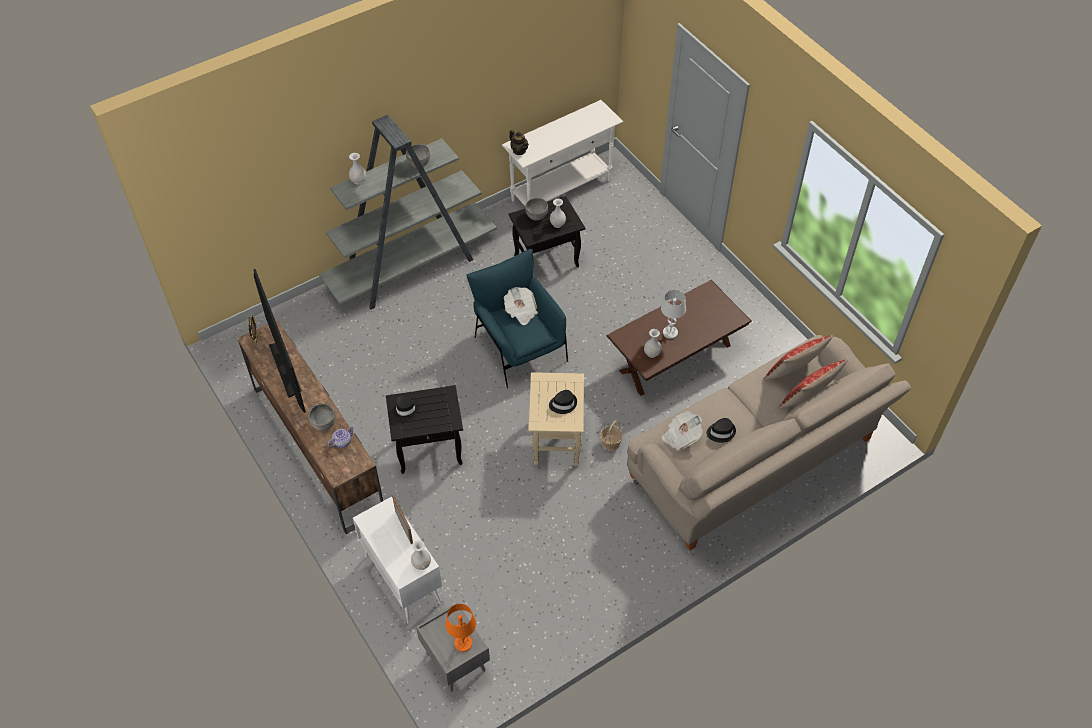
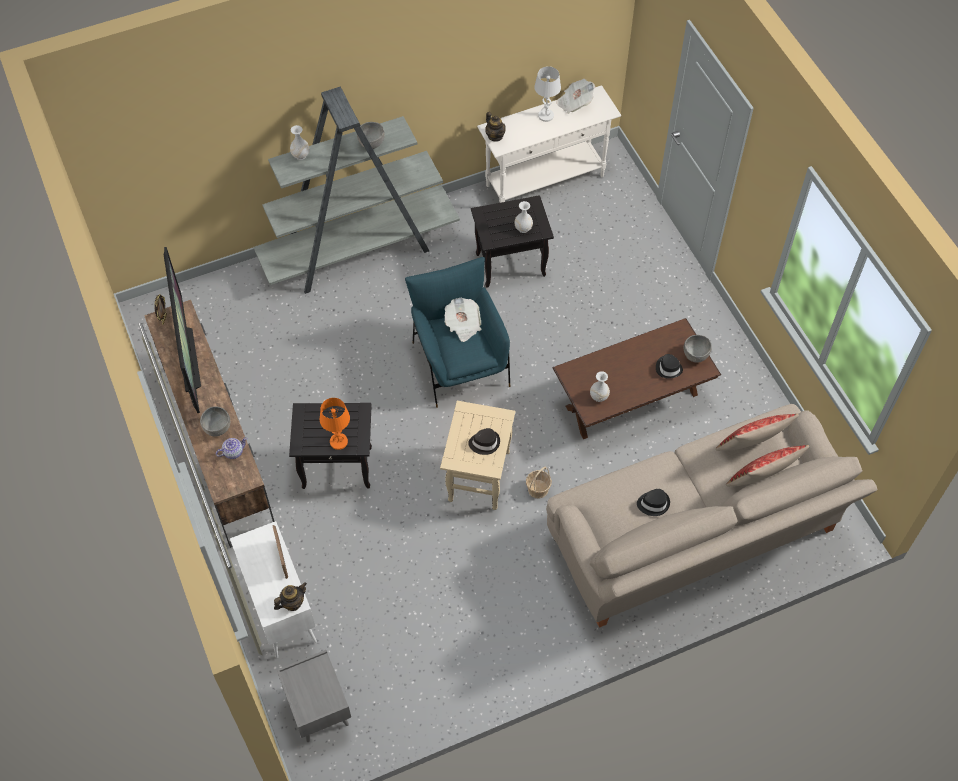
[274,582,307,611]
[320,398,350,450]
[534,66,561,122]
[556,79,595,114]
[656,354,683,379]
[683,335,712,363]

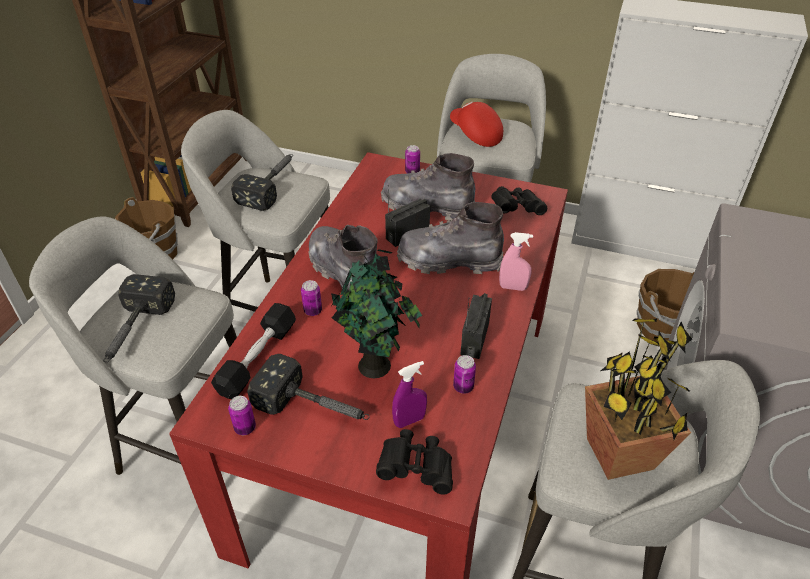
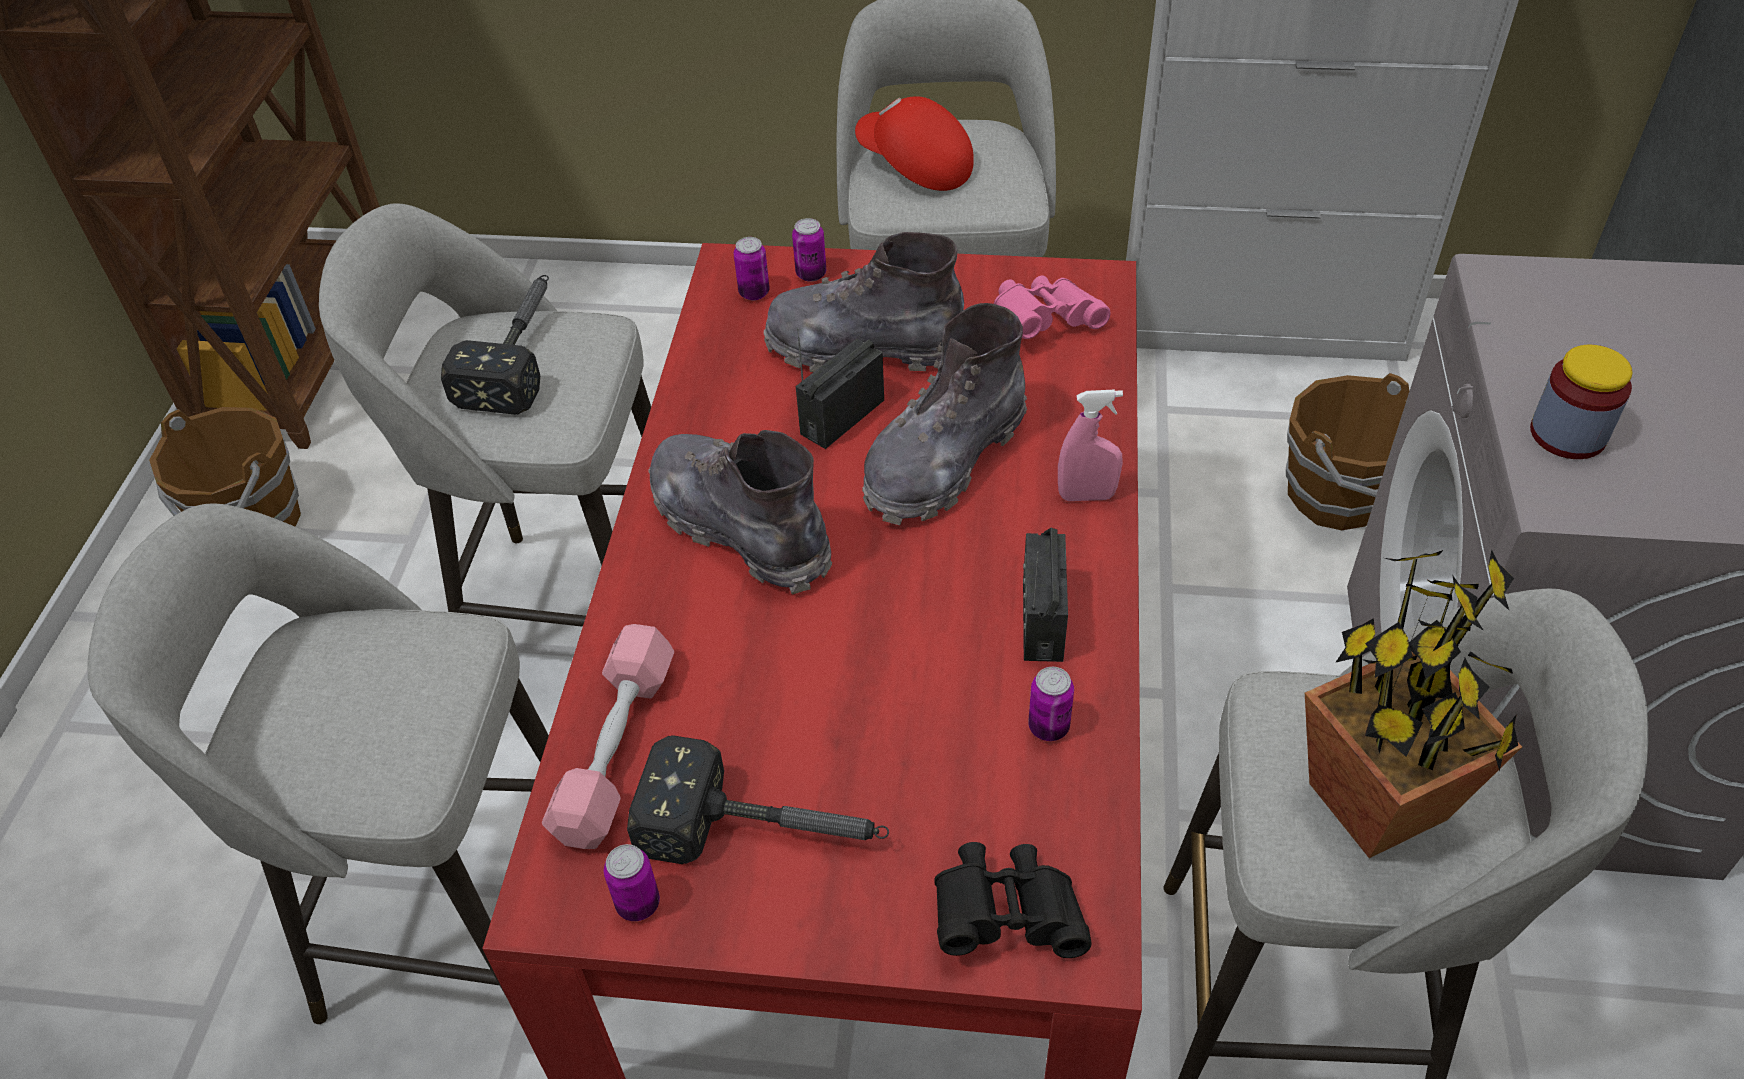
[542,624,674,849]
[734,237,770,300]
[862,303,1027,525]
[994,275,1111,339]
[1530,345,1632,459]
[103,274,175,362] (first image)
[331,249,422,378] (first image)
[392,361,427,428] (first image)

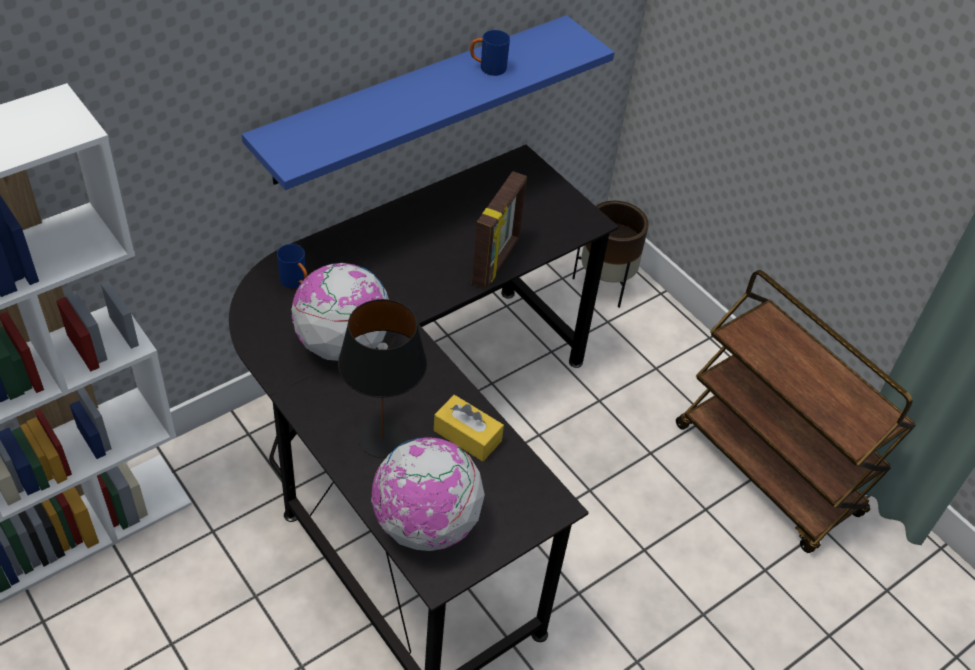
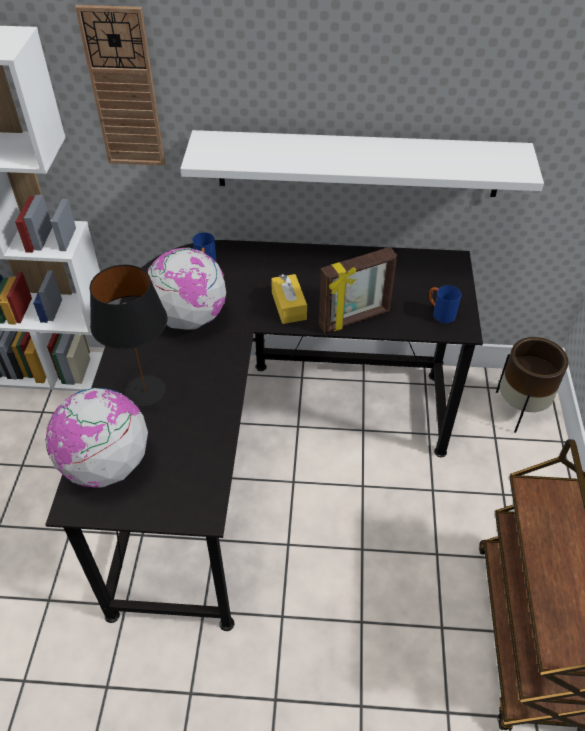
[75,5,165,166]
[180,130,544,197]
[271,274,307,324]
[429,285,462,323]

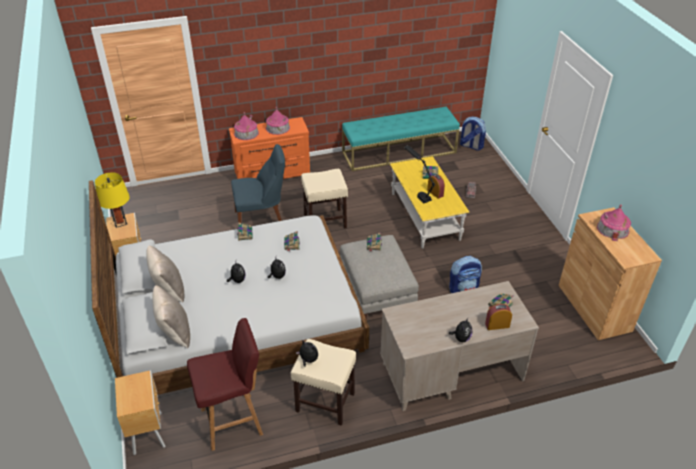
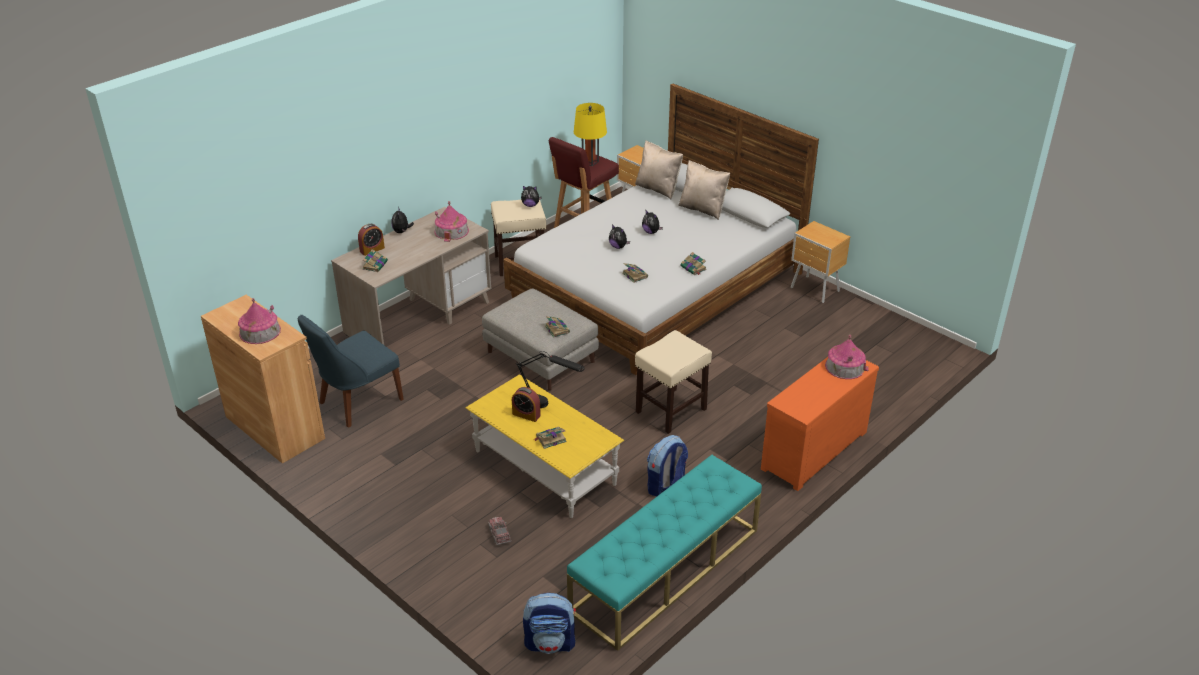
[298,315,404,428]
[434,201,469,242]
[574,103,607,166]
[647,435,688,497]

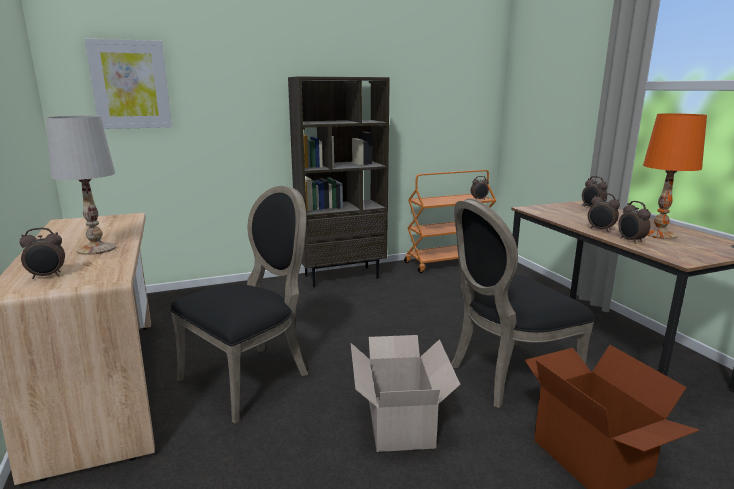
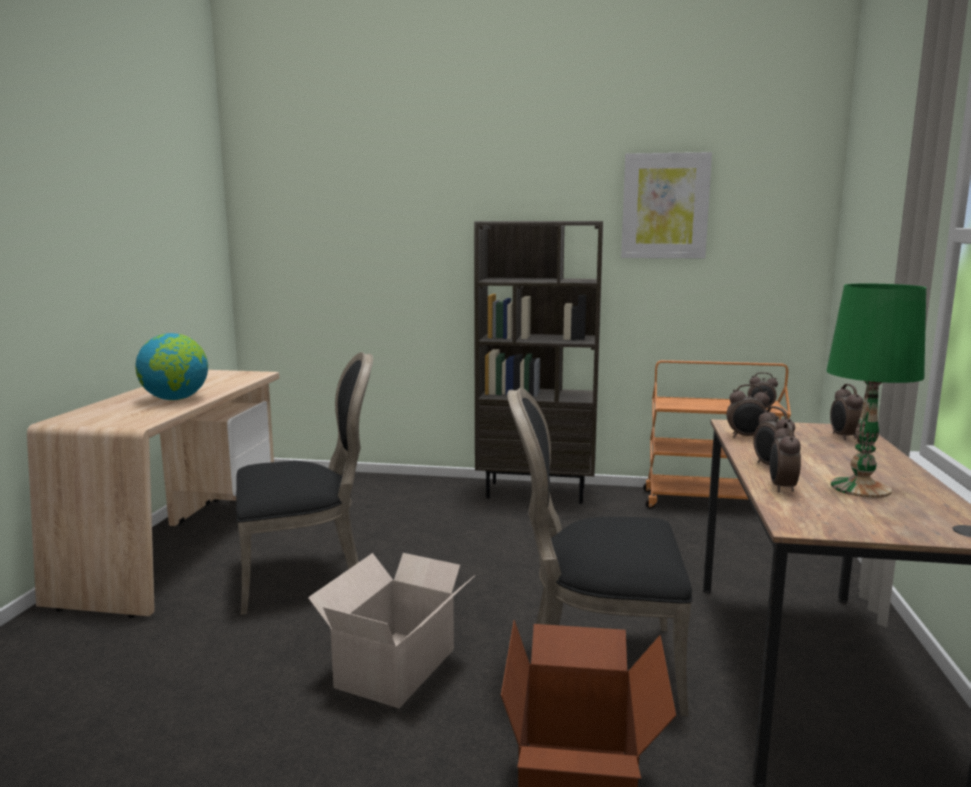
[135,333,208,400]
[621,152,712,258]
[727,384,770,437]
[826,284,926,498]

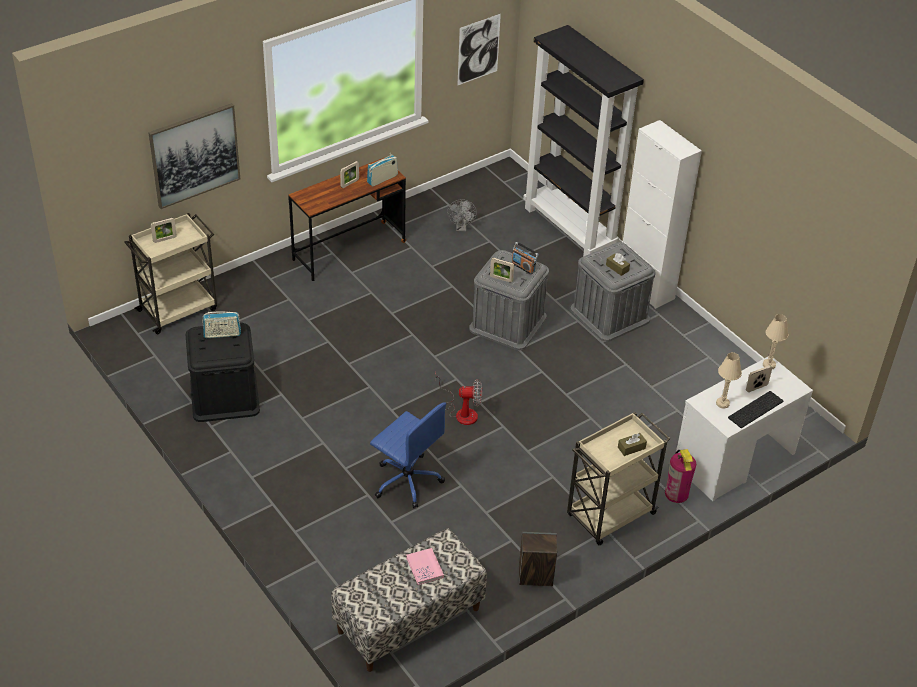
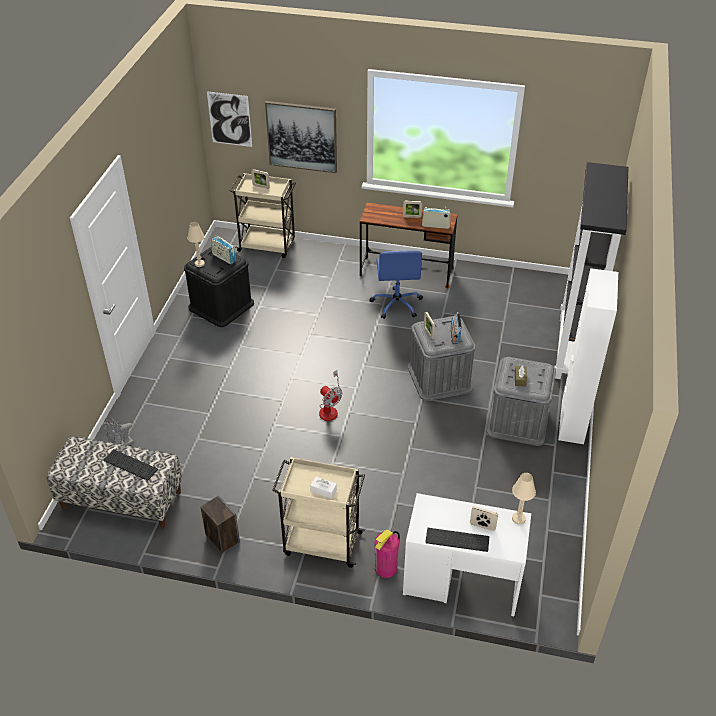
[103,449,158,481]
[104,418,134,446]
[187,222,205,267]
[207,91,252,147]
[310,477,337,499]
[369,250,423,319]

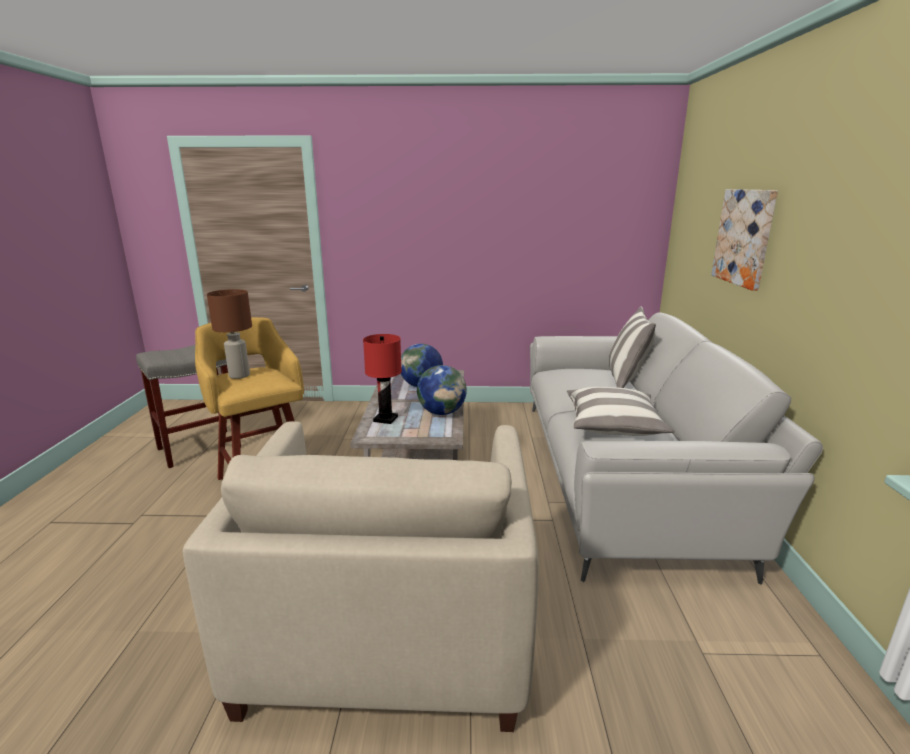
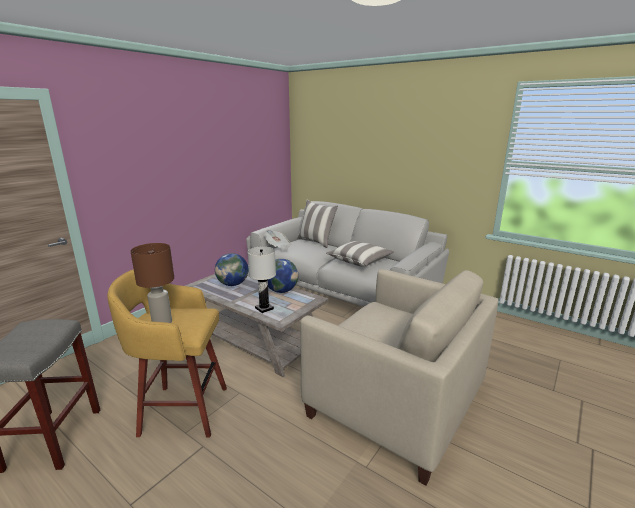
[248,246,276,313]
[264,230,291,251]
[711,189,778,291] (first image)

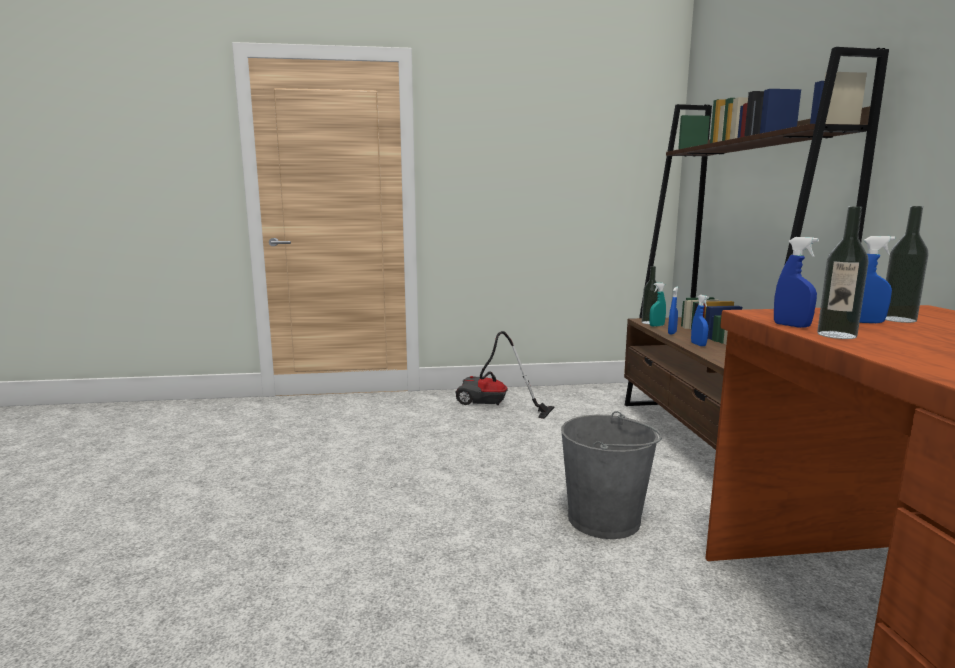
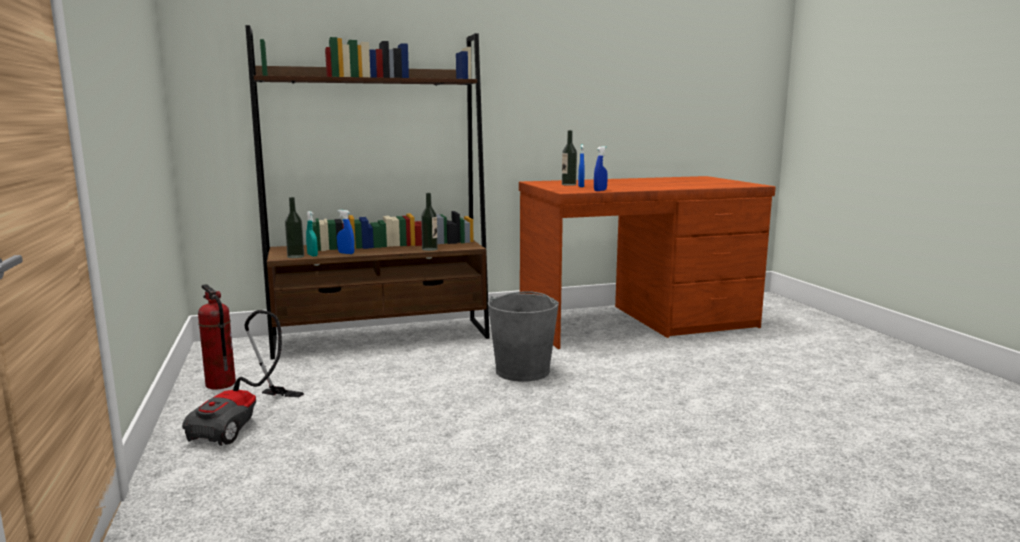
[198,284,236,389]
[421,193,438,251]
[691,295,709,346] (first image)

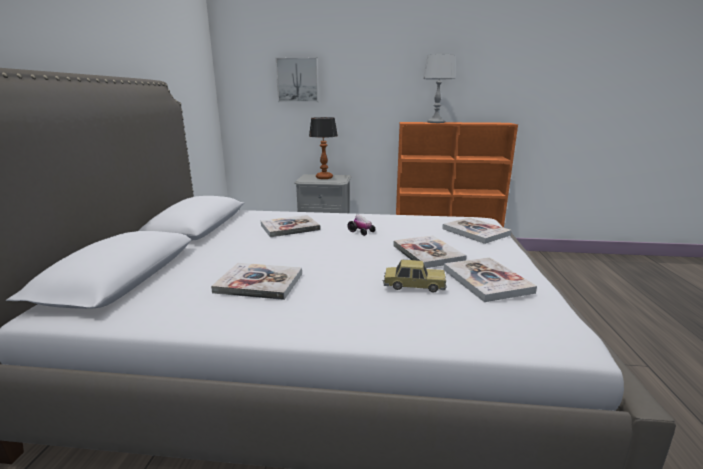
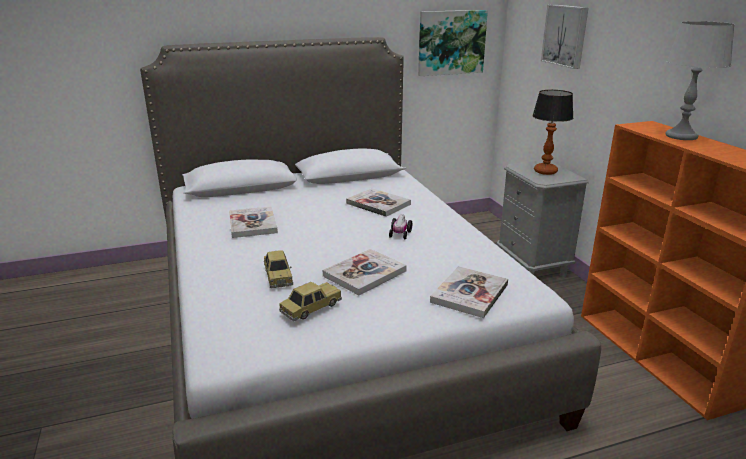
[279,282,342,321]
[418,10,488,76]

